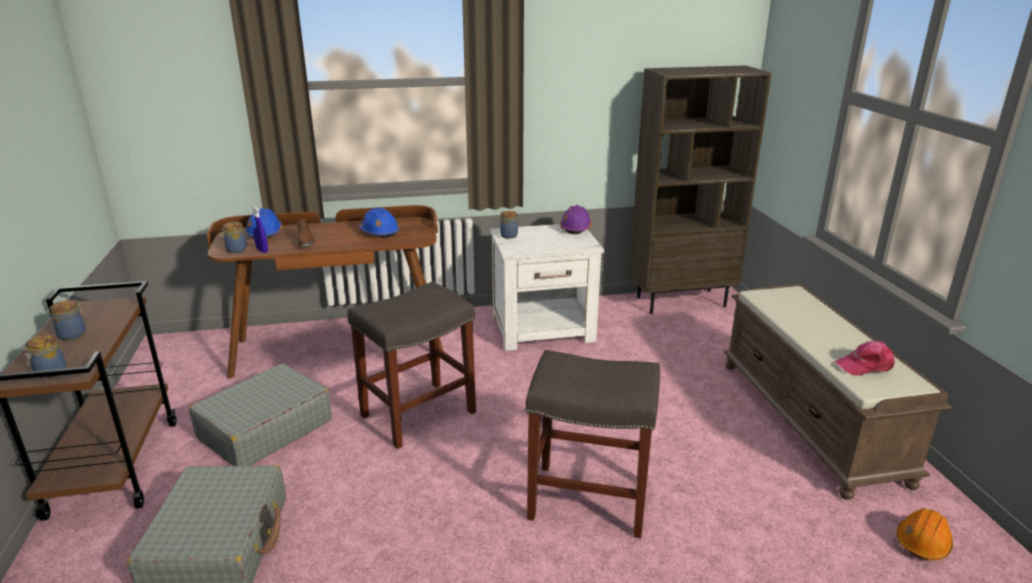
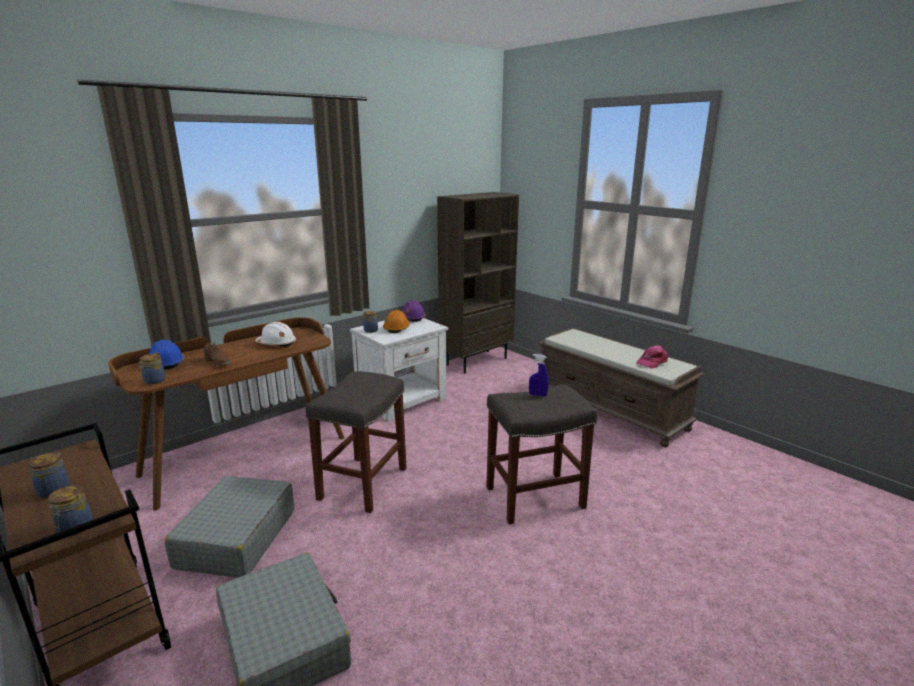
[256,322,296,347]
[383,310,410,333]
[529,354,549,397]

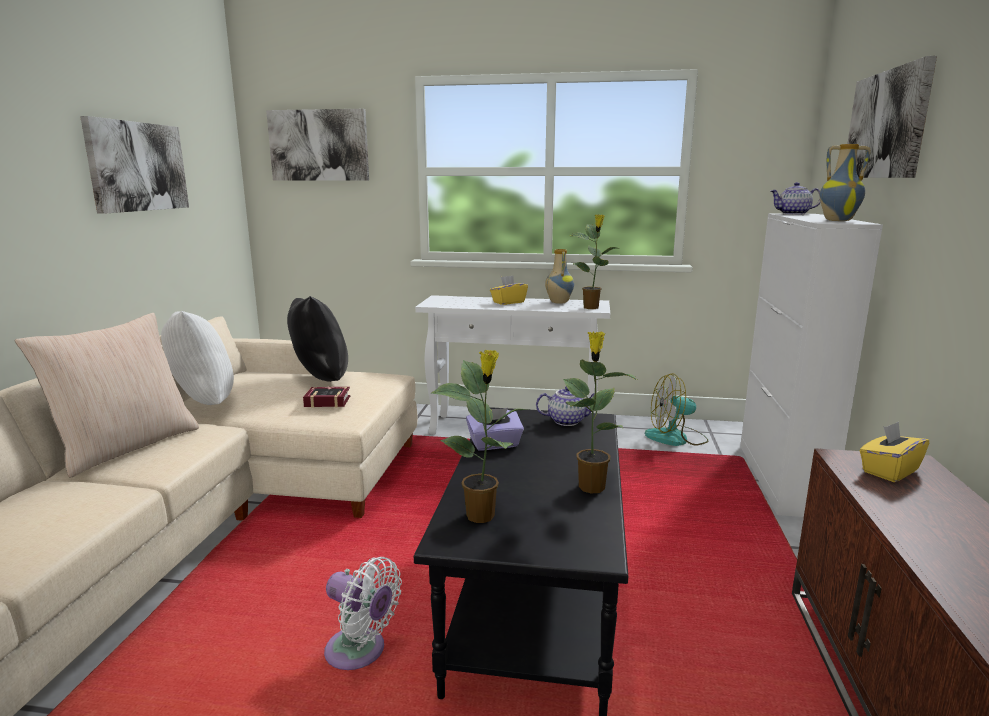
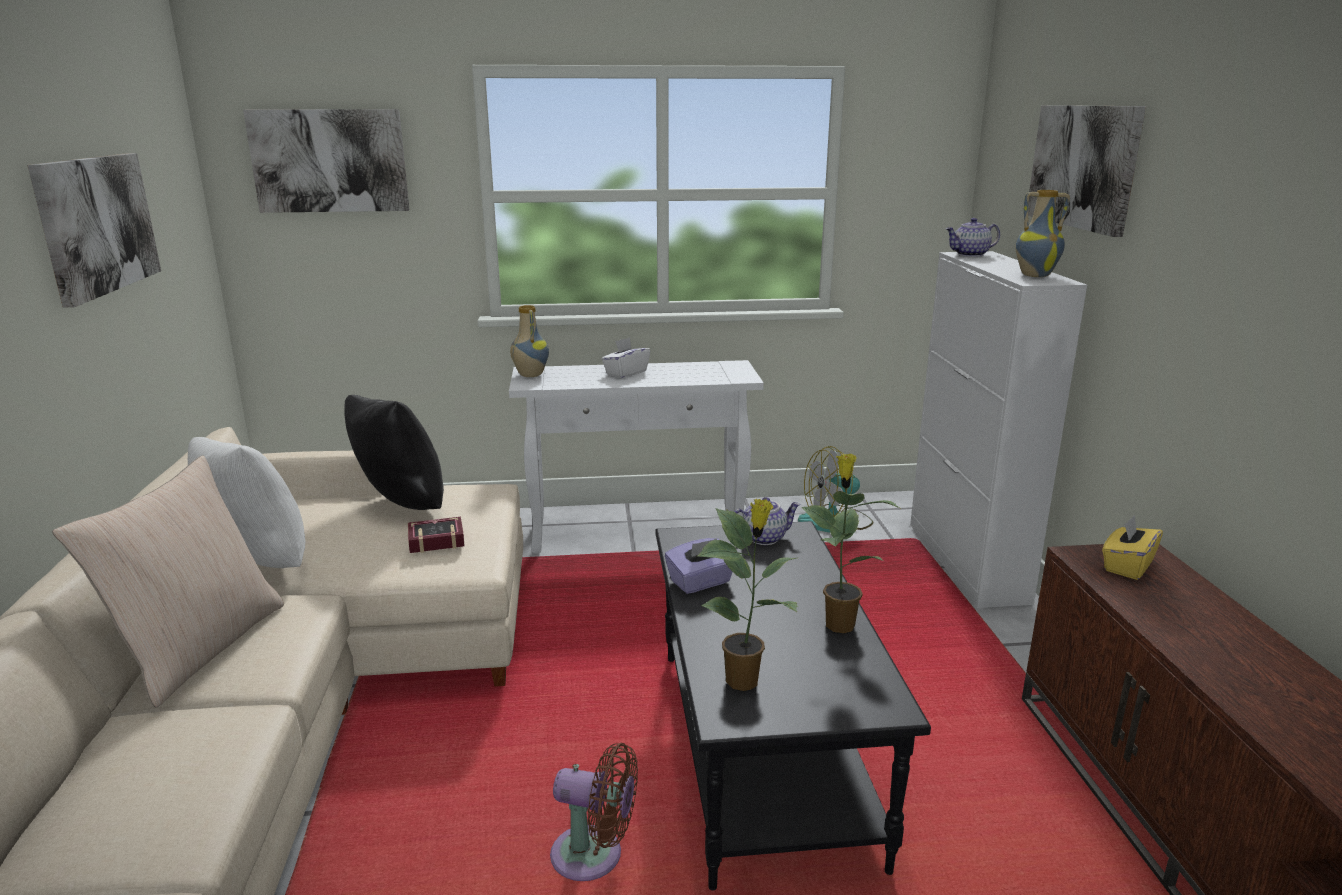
[510,305,549,377]
[550,743,638,881]
[602,337,650,378]
[570,215,617,309] (first image)

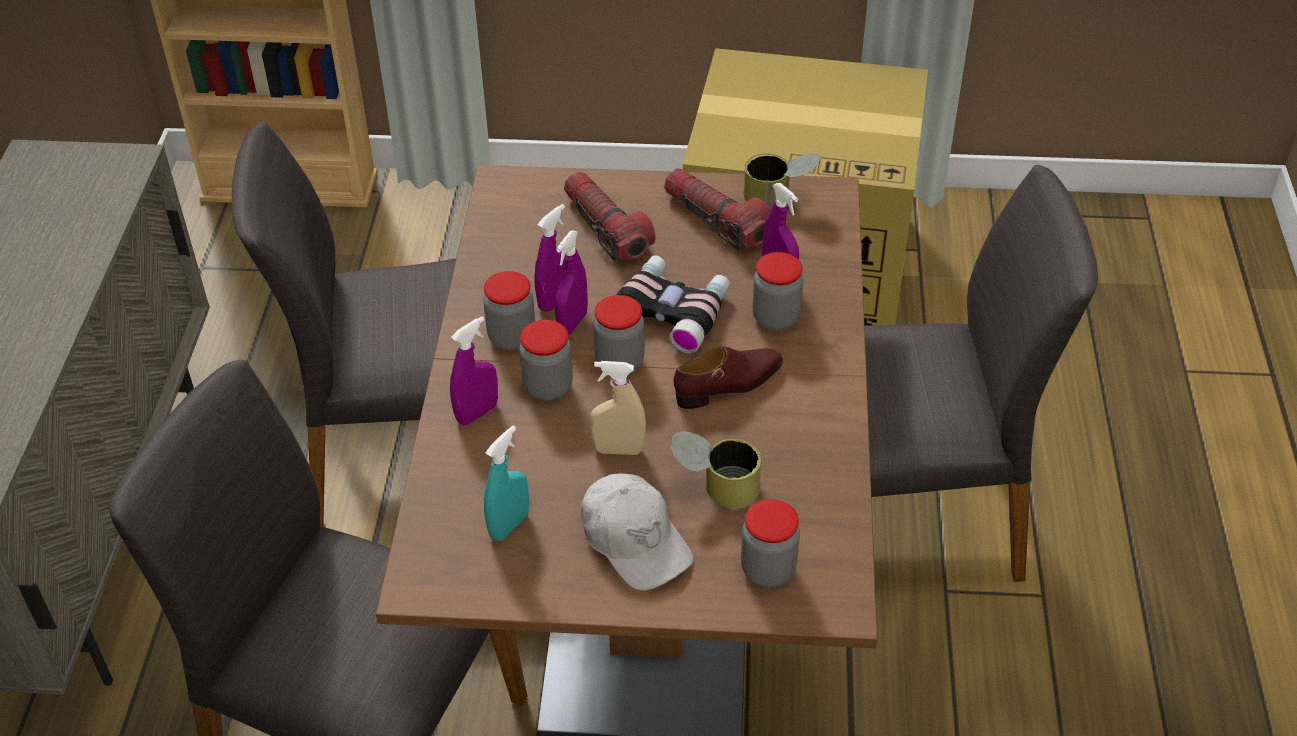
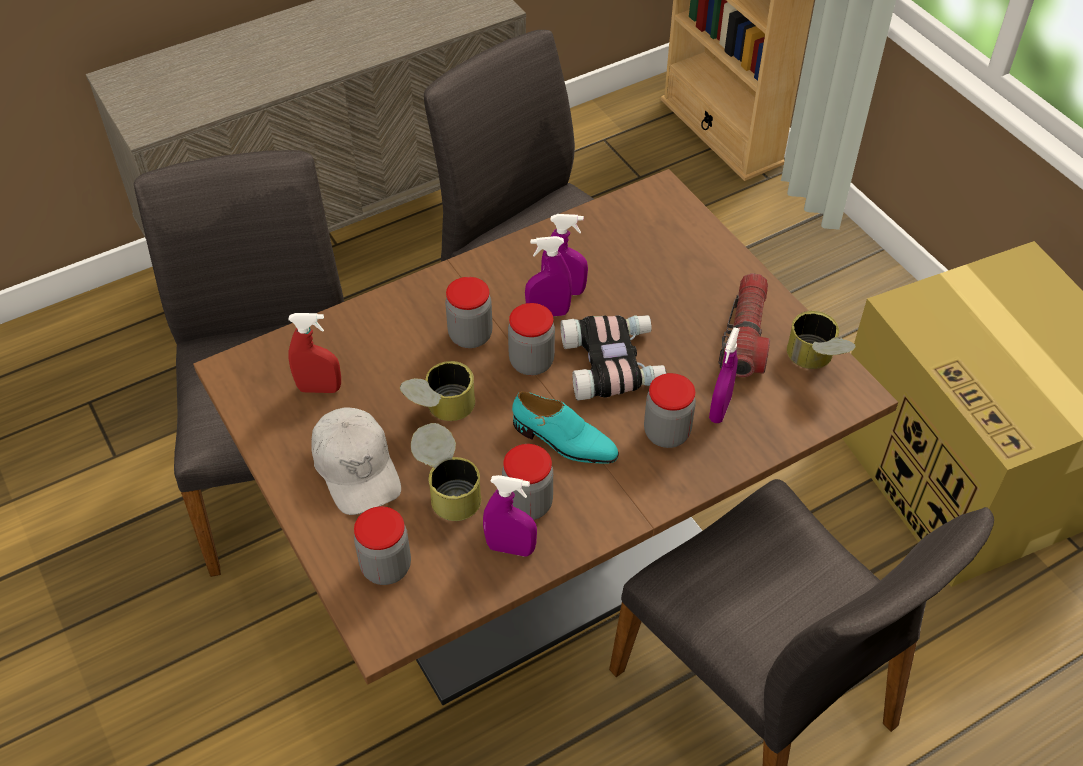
[288,313,341,393]
[311,407,401,515]
[400,361,475,421]
[483,475,537,557]
[502,444,553,520]
[512,391,619,464]
[564,172,655,261] (first image)

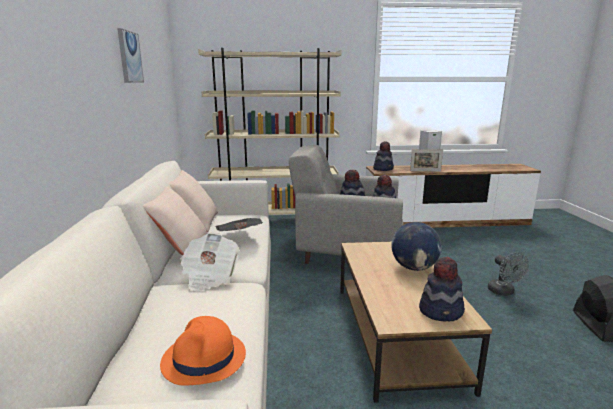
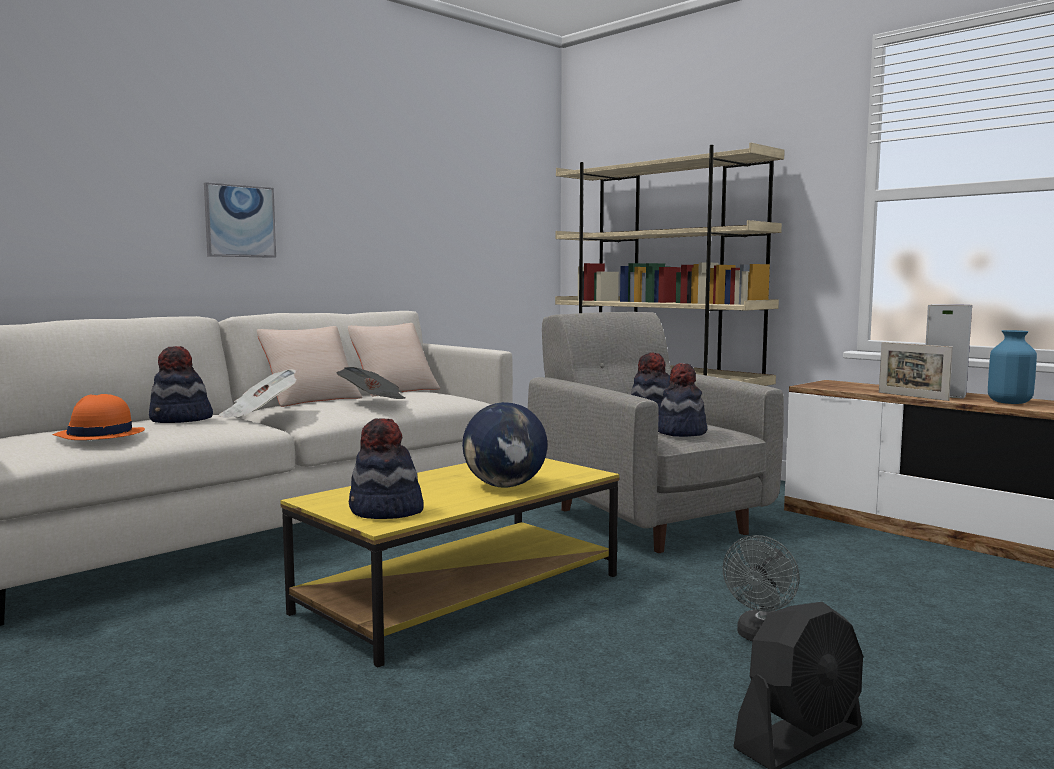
[149,346,213,423]
[204,182,276,258]
[280,458,619,667]
[988,330,1037,404]

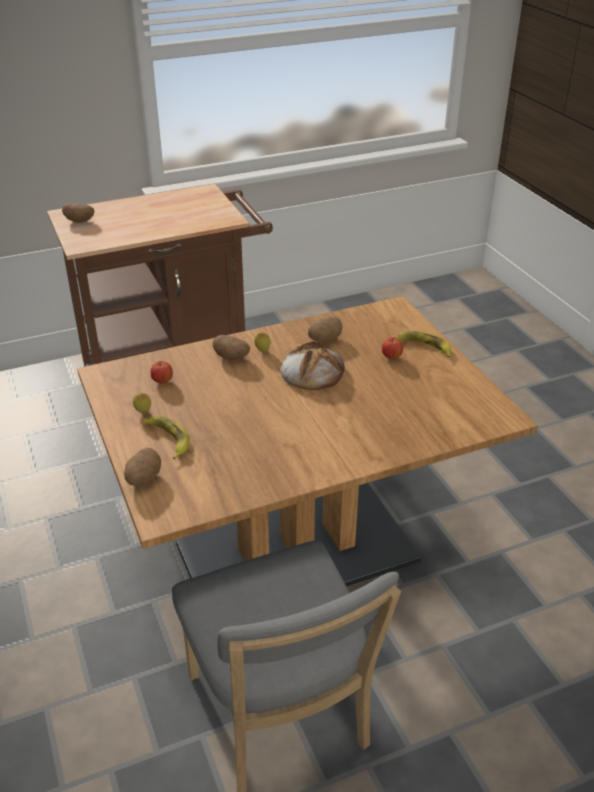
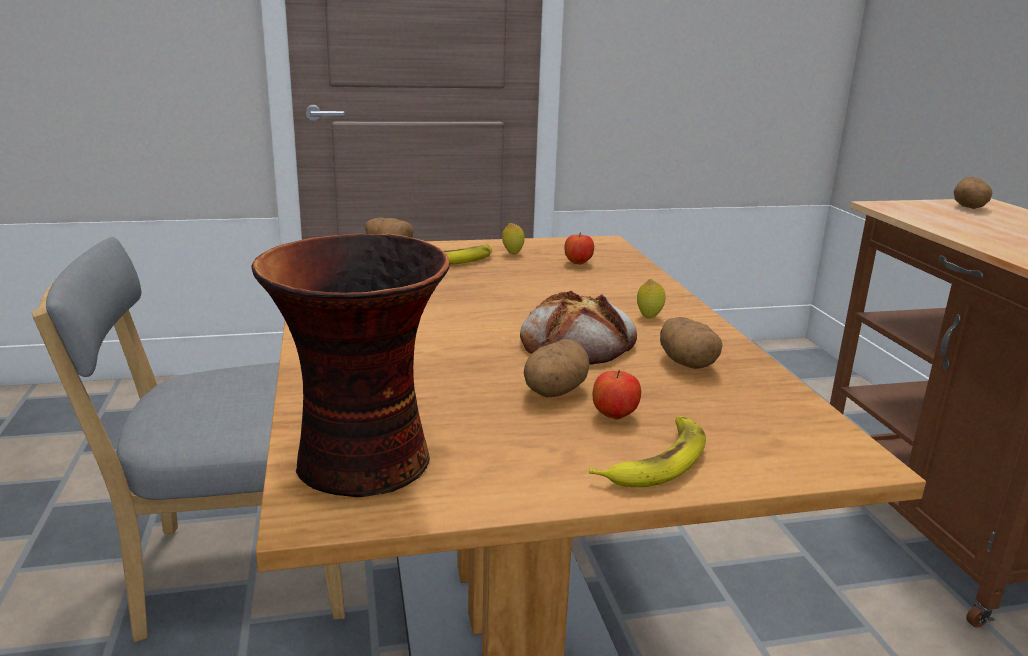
[252,234,450,497]
[524,339,590,398]

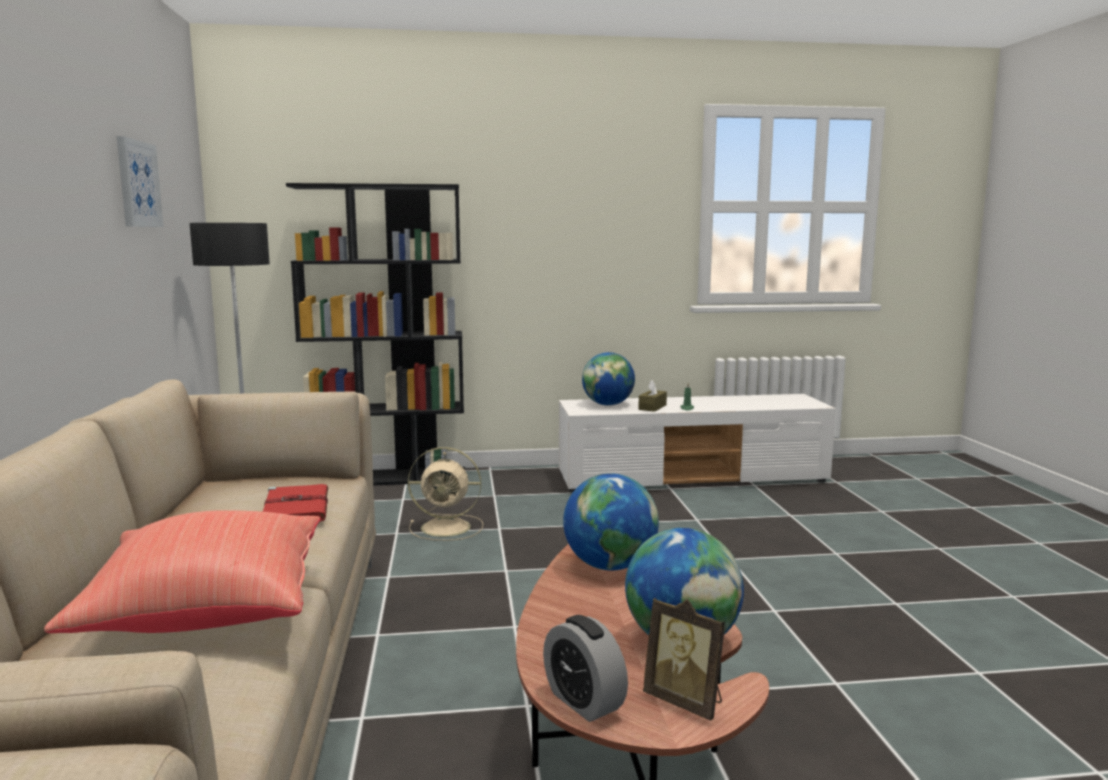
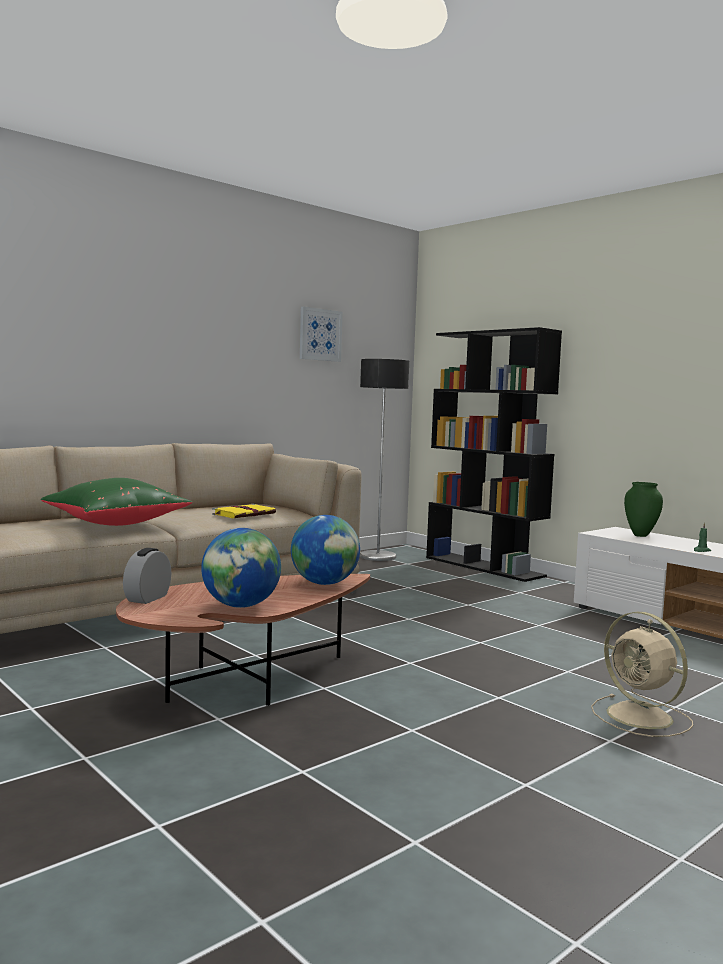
[41,478,192,526]
[212,504,276,519]
[591,612,693,737]
[624,482,663,537]
[639,380,667,412] (first image)
[643,598,725,720] (first image)

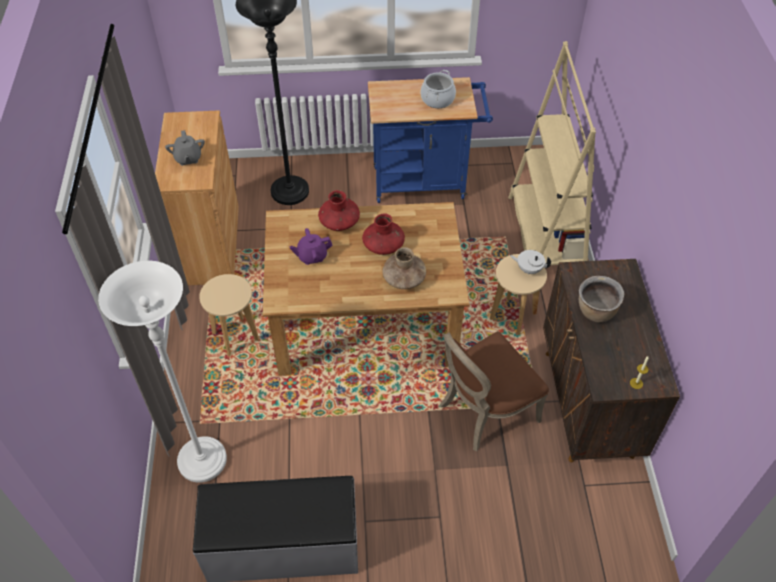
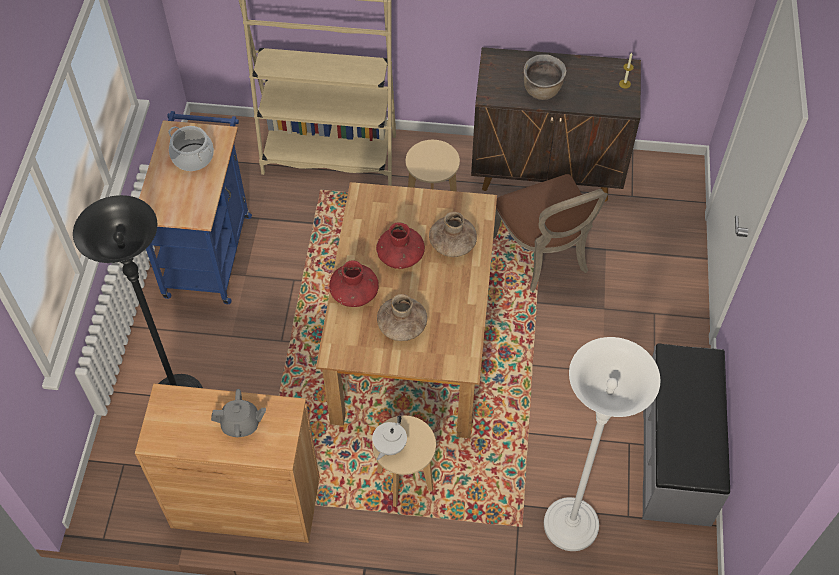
[372,416,407,460]
[377,294,427,341]

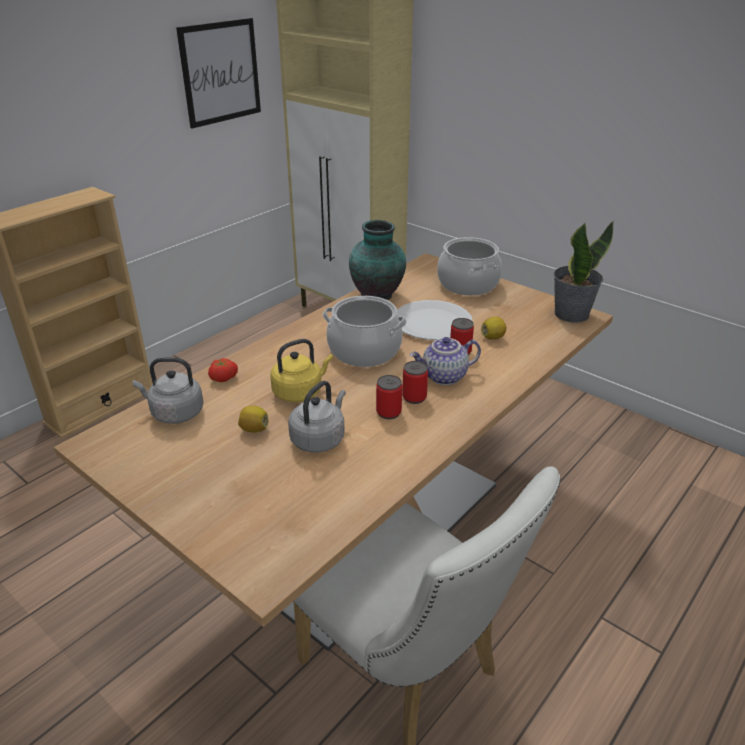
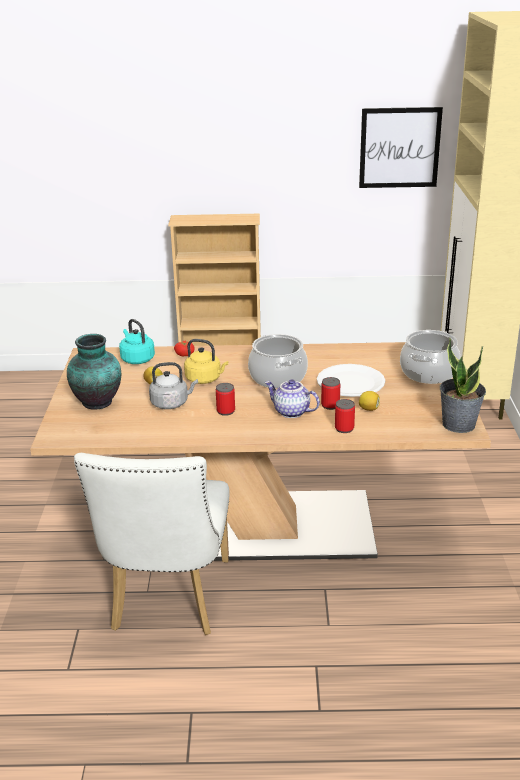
[67,334,121,410]
[119,319,155,364]
[335,399,355,433]

